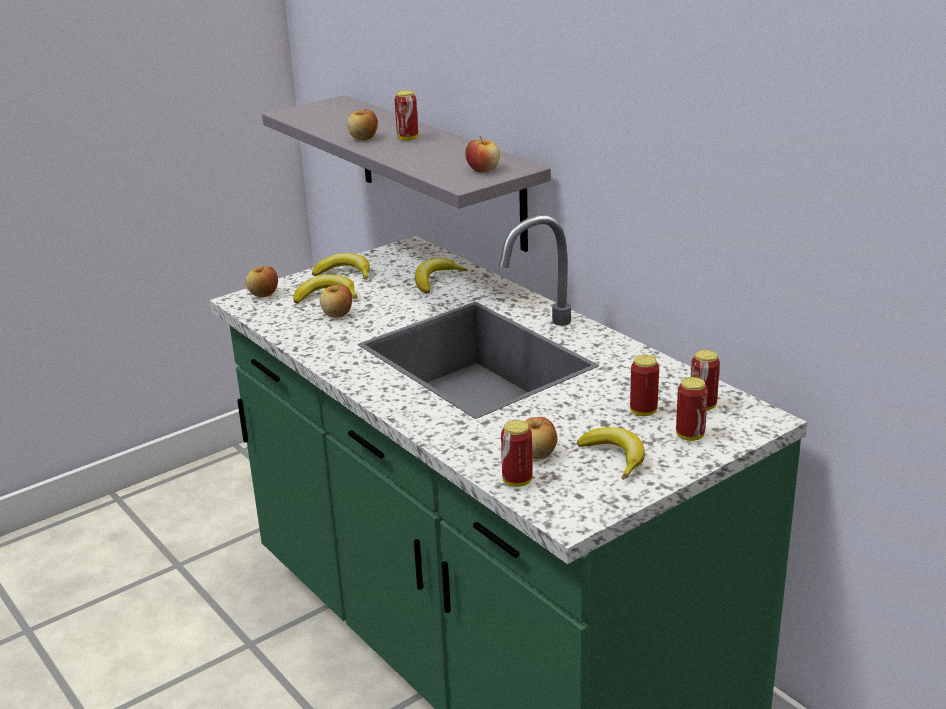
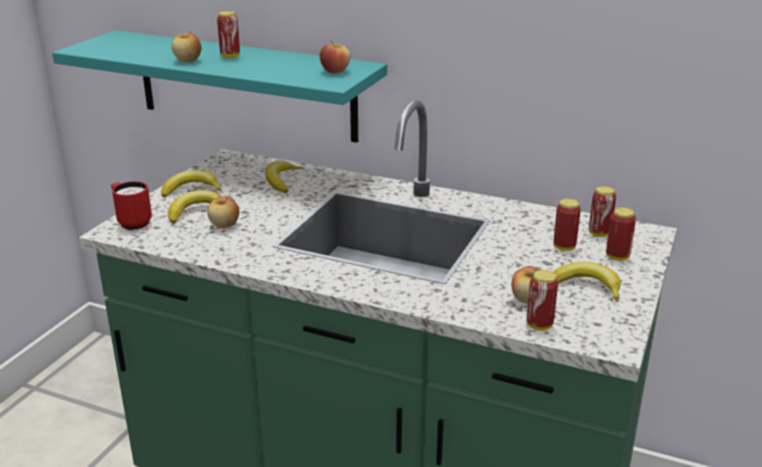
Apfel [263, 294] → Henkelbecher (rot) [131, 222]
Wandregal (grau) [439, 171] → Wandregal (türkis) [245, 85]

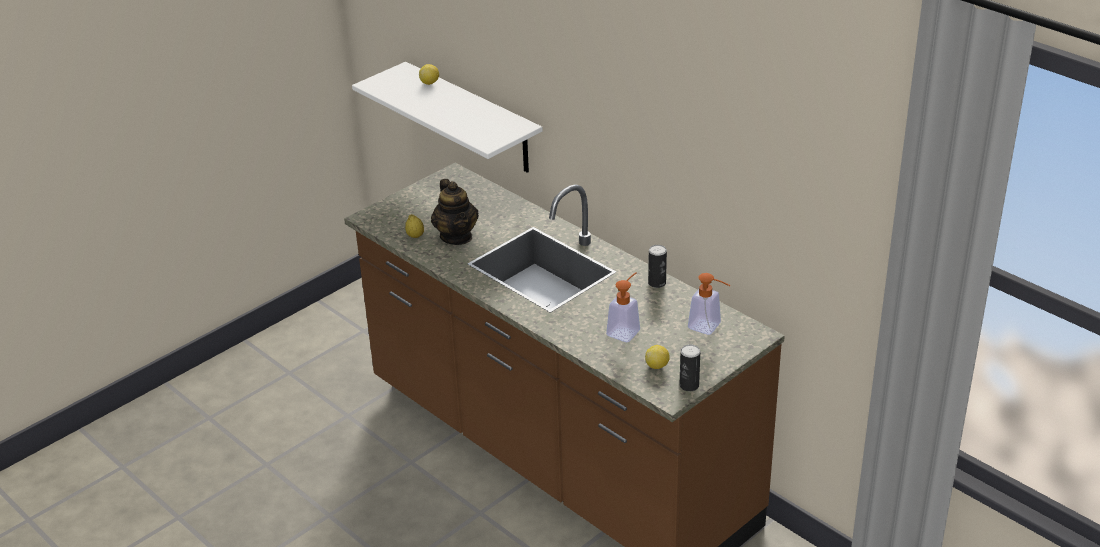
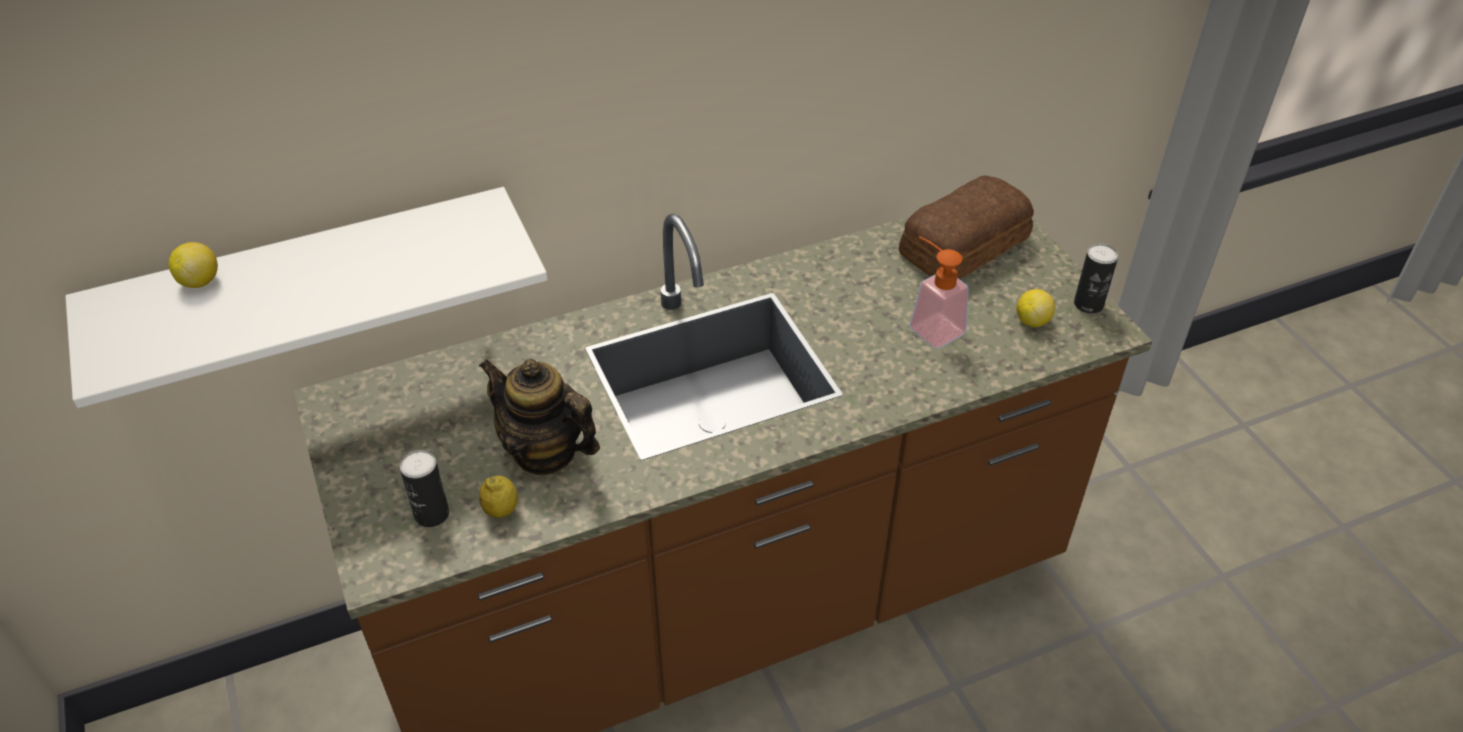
Dose [657, 283] → Dose [432, 514], shifted
Seifenspender [709, 327] → Brot [961, 246]
Teekanne [456, 236] → Teekanne [545, 451], 150 degrees counterclockwise

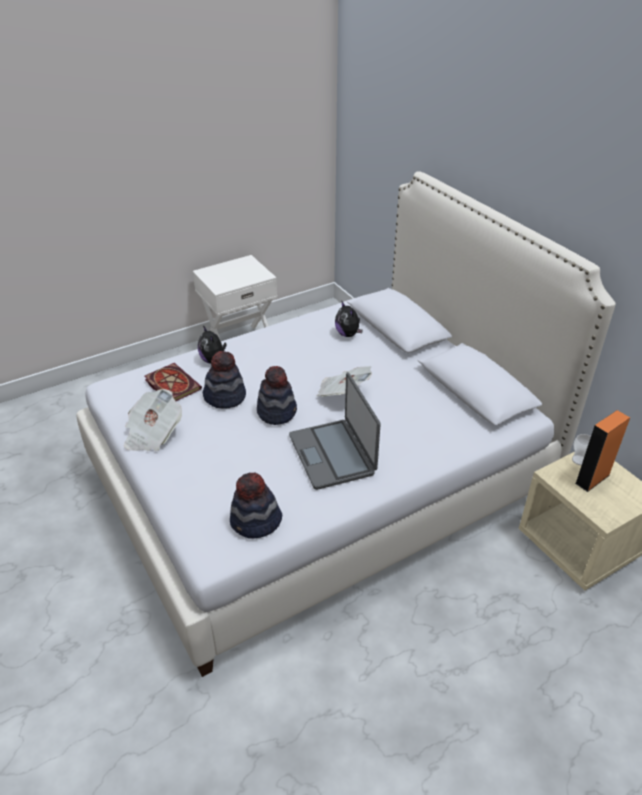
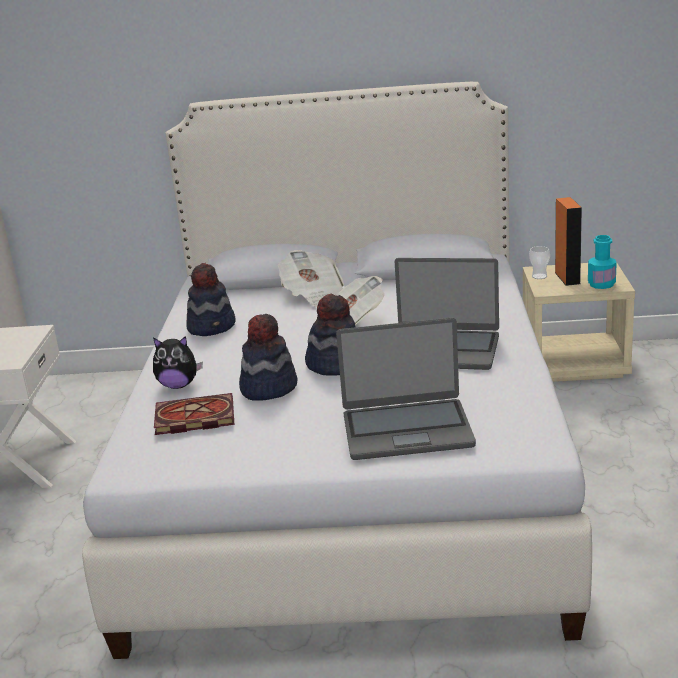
Plüschtier [348, 334] → -
- → Laptop [407, 430]
- → Flasche (türkis) [601, 284]
Zeitung [152, 434] → Zeitung [313, 295], shifted
Hut [256, 522] → Hut [212, 327], shifted

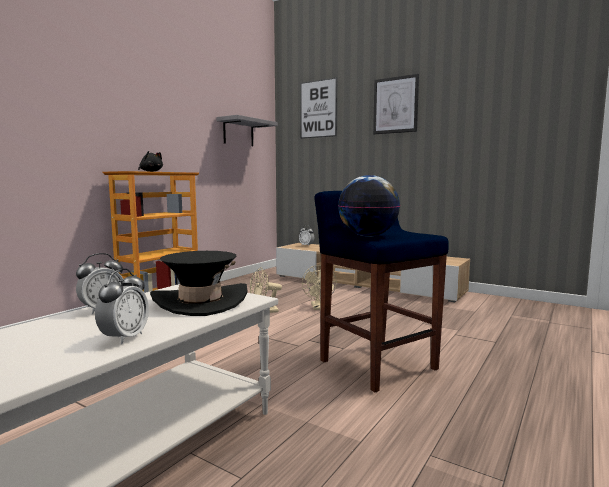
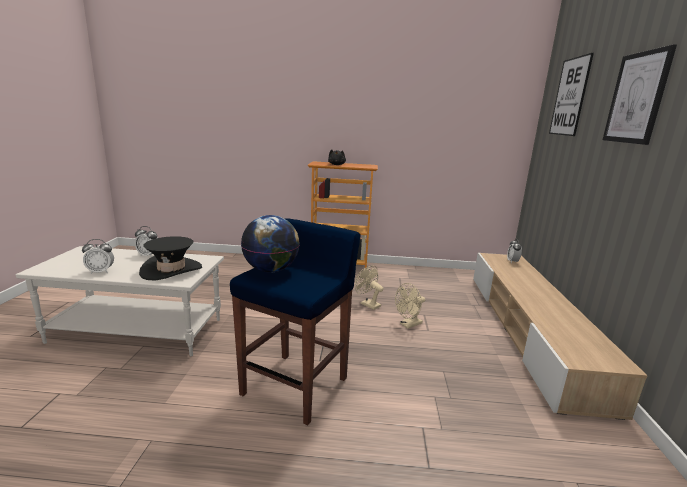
Wandregal (grau) [238, 132] → -

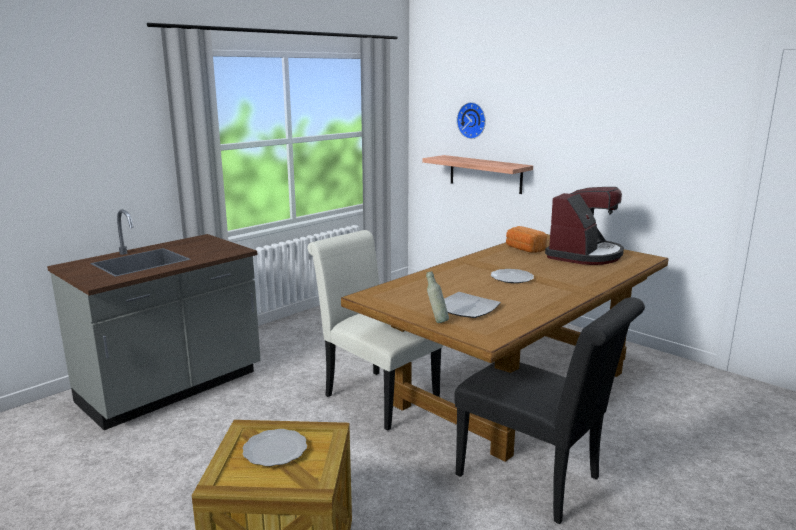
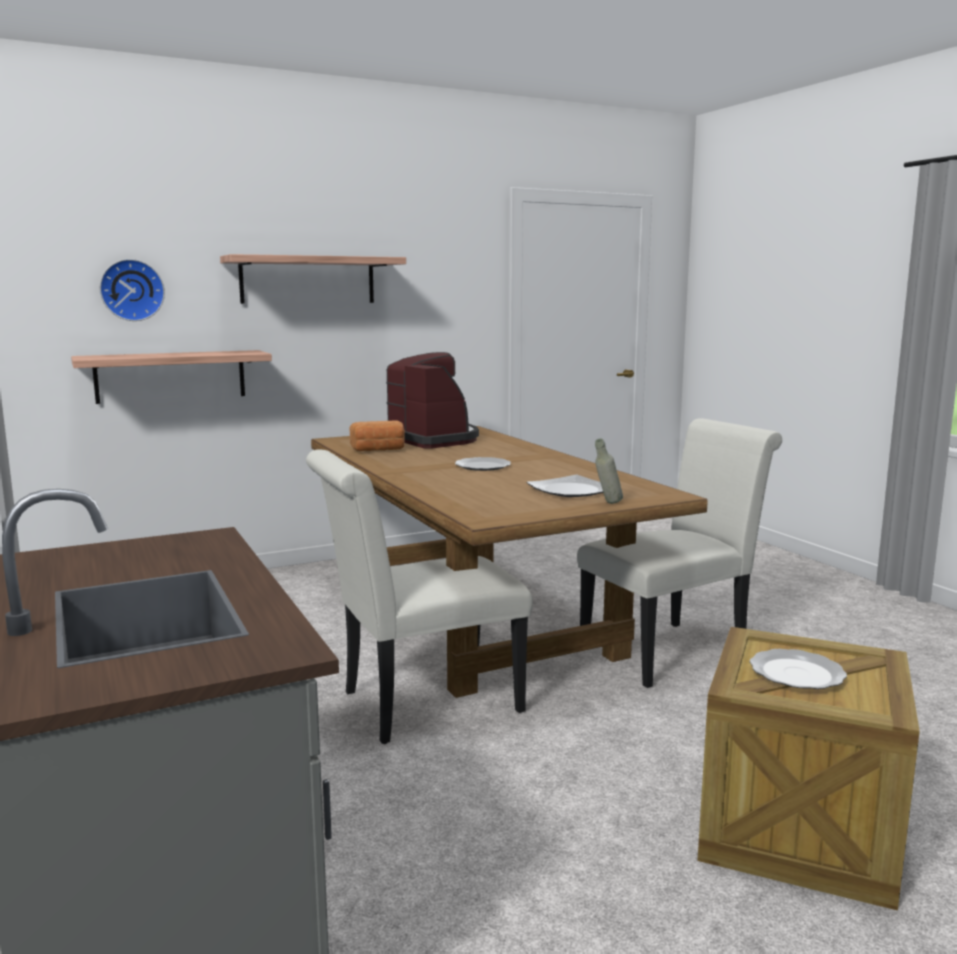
- → Wandregal [308, 280]
Stuhl (schwarz) [536, 480] → Stuhl (weiß) [671, 651]

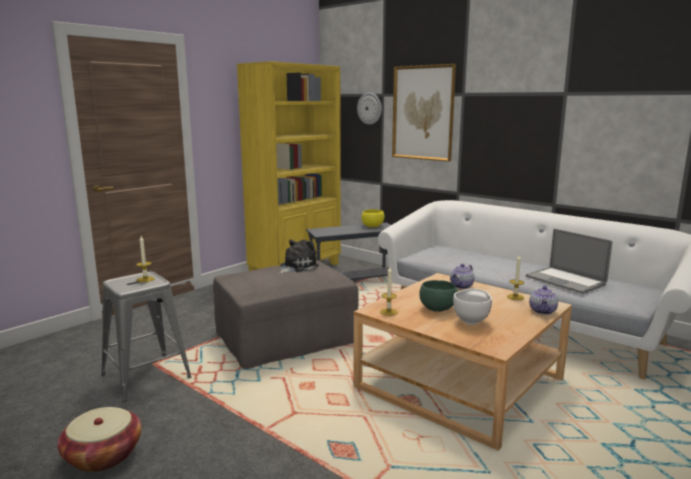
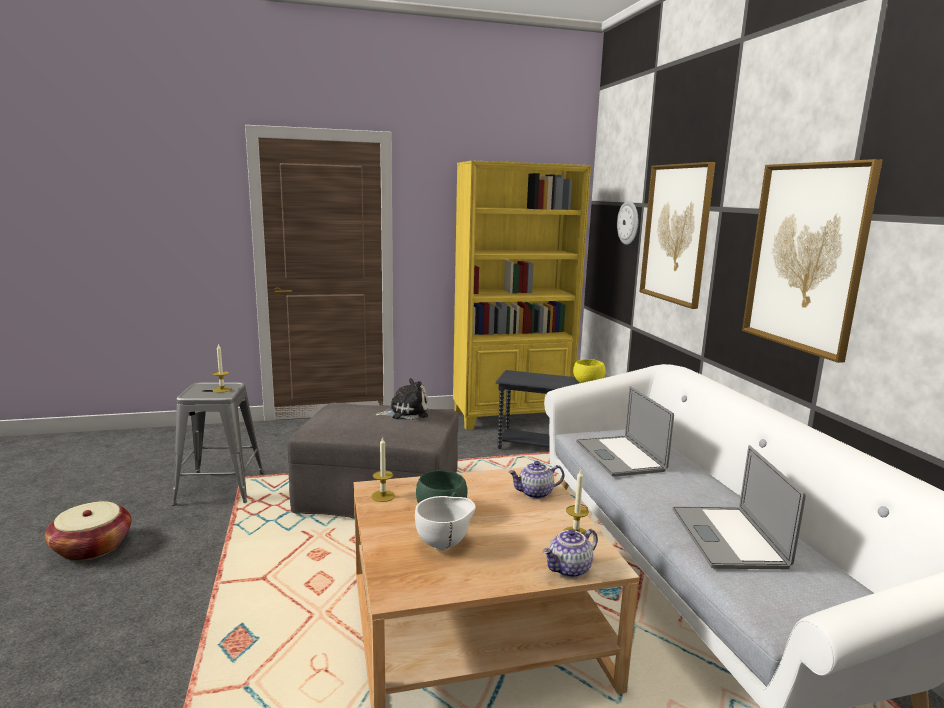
- → Laptop [619, 456]
- → Bild [806, 257]

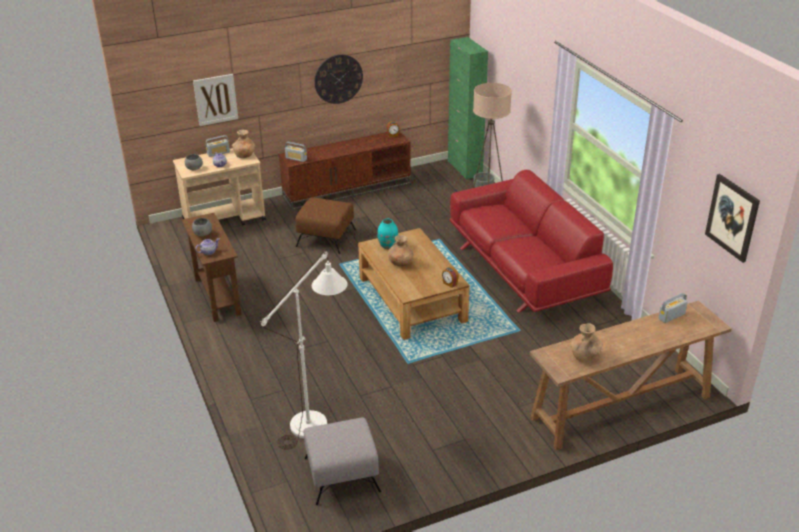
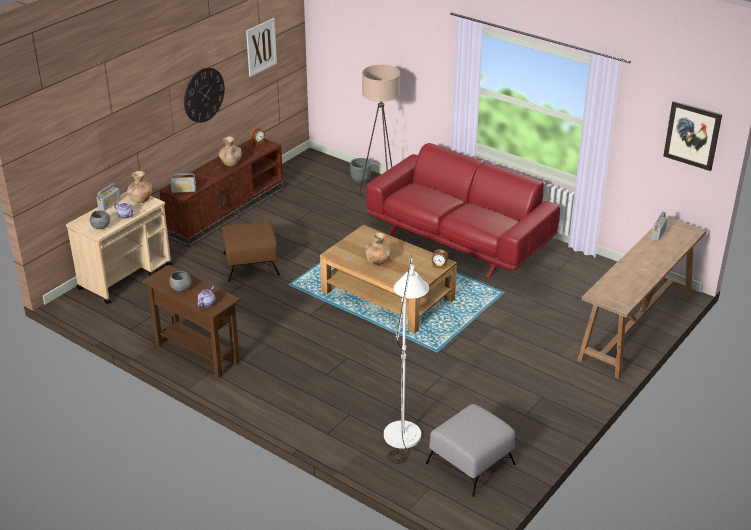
Vase (türkis) [388, 246] → -
Schrank (grün) [464, 168] → -
Bild [215, 99] → Bild [261, 47], shifted
Vase (braun) [584, 356] → Vase (braun) [231, 163], shifted

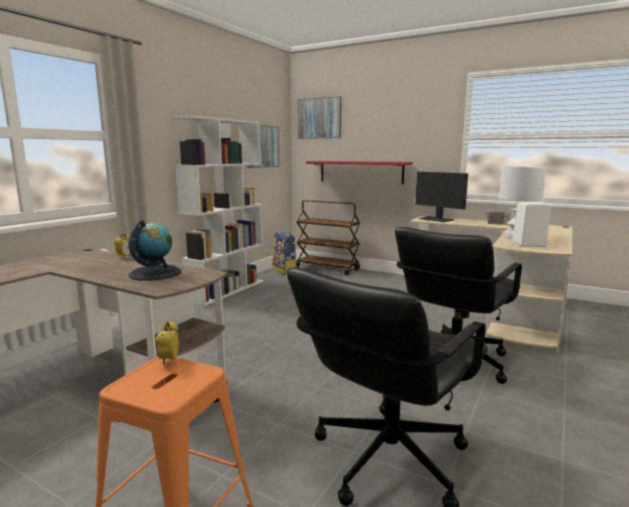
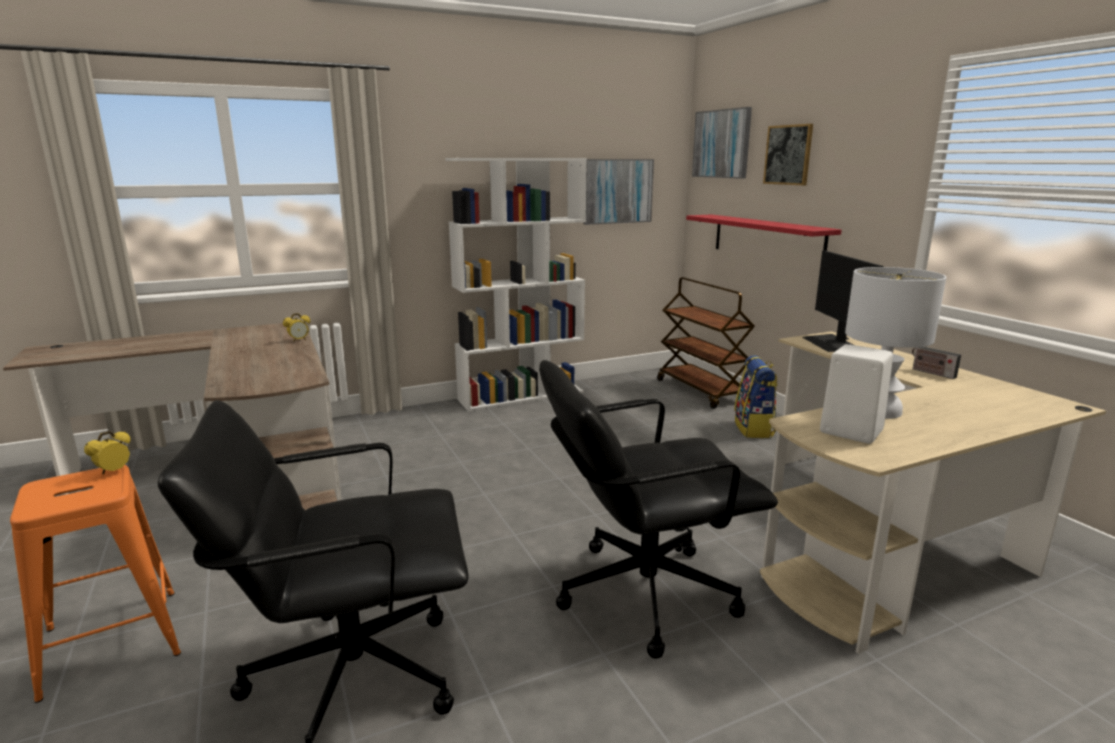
Globus [155, 273] → -
- → Bild [788, 155]
Rucksack [285, 271] → Rucksack [754, 429], shifted

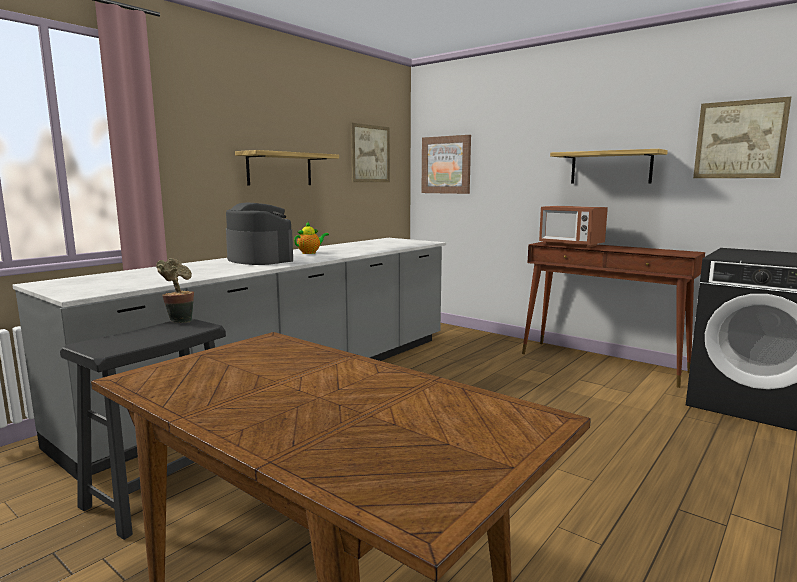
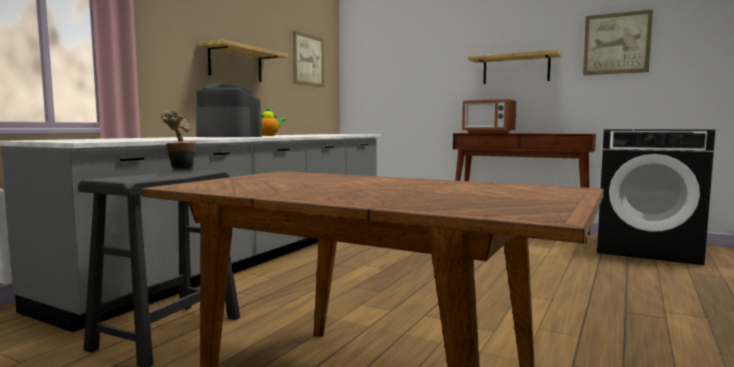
Bild [446, 165] → -

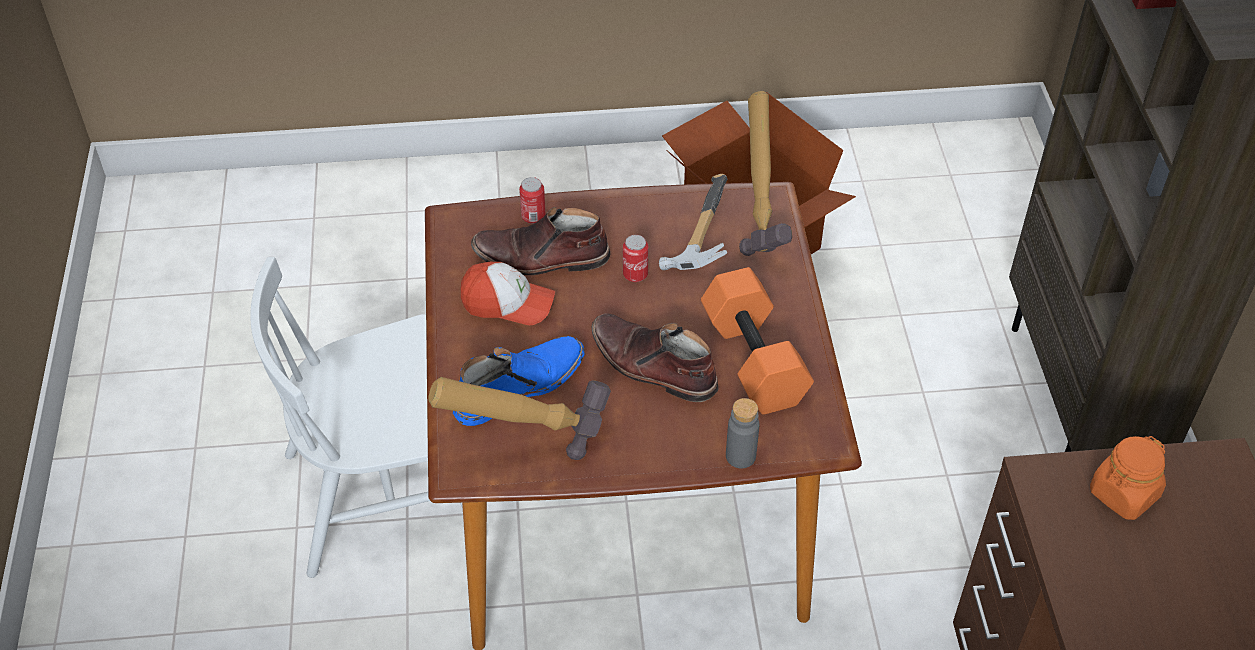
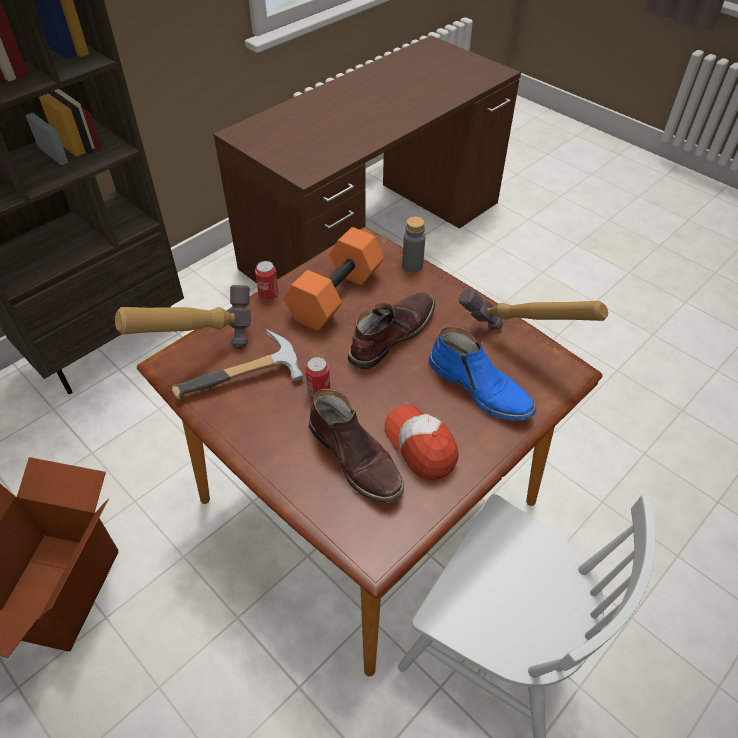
Vorratsglas (orange) [1123, 494] → -
Dose [533, 216] → Dose [268, 294], shifted
Stiefel (blau) [518, 386] → Stiefel (blau) [480, 388], 150 degrees counterclockwise
Stiefel (braun) [652, 366] → Stiefel (braun) [390, 335], 135 degrees counterclockwise

